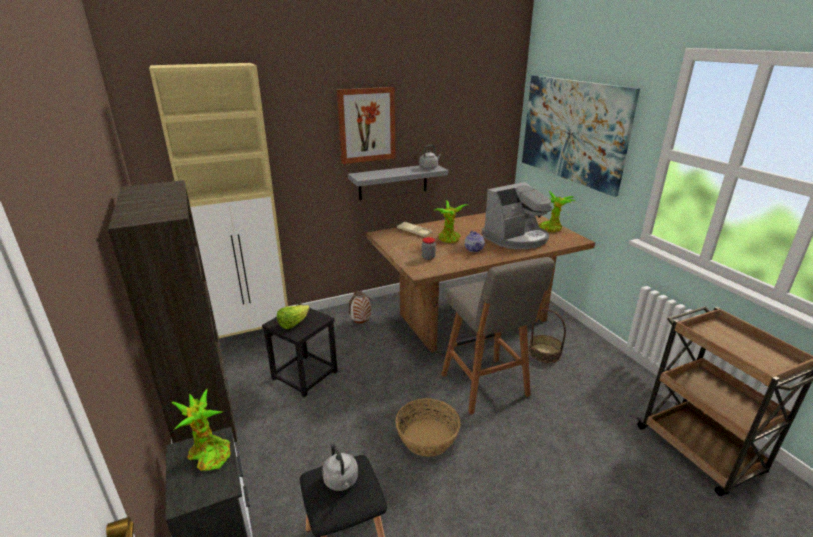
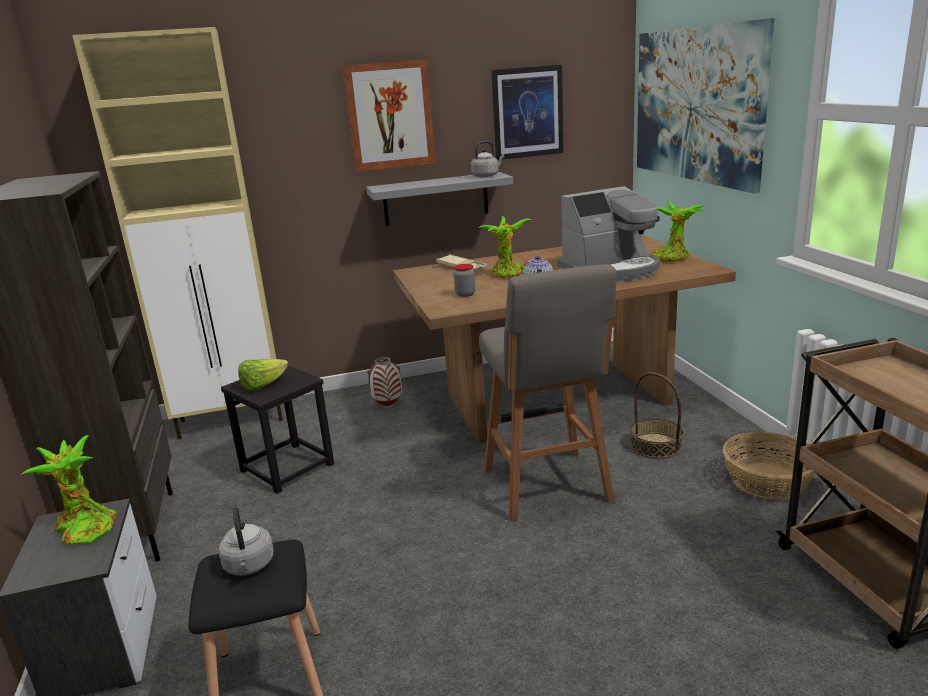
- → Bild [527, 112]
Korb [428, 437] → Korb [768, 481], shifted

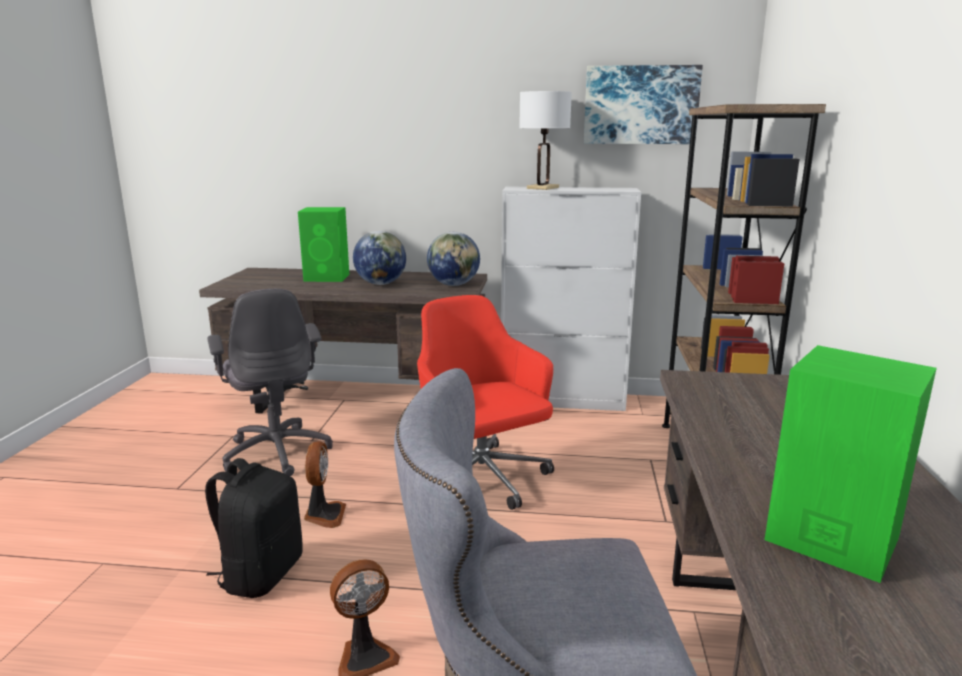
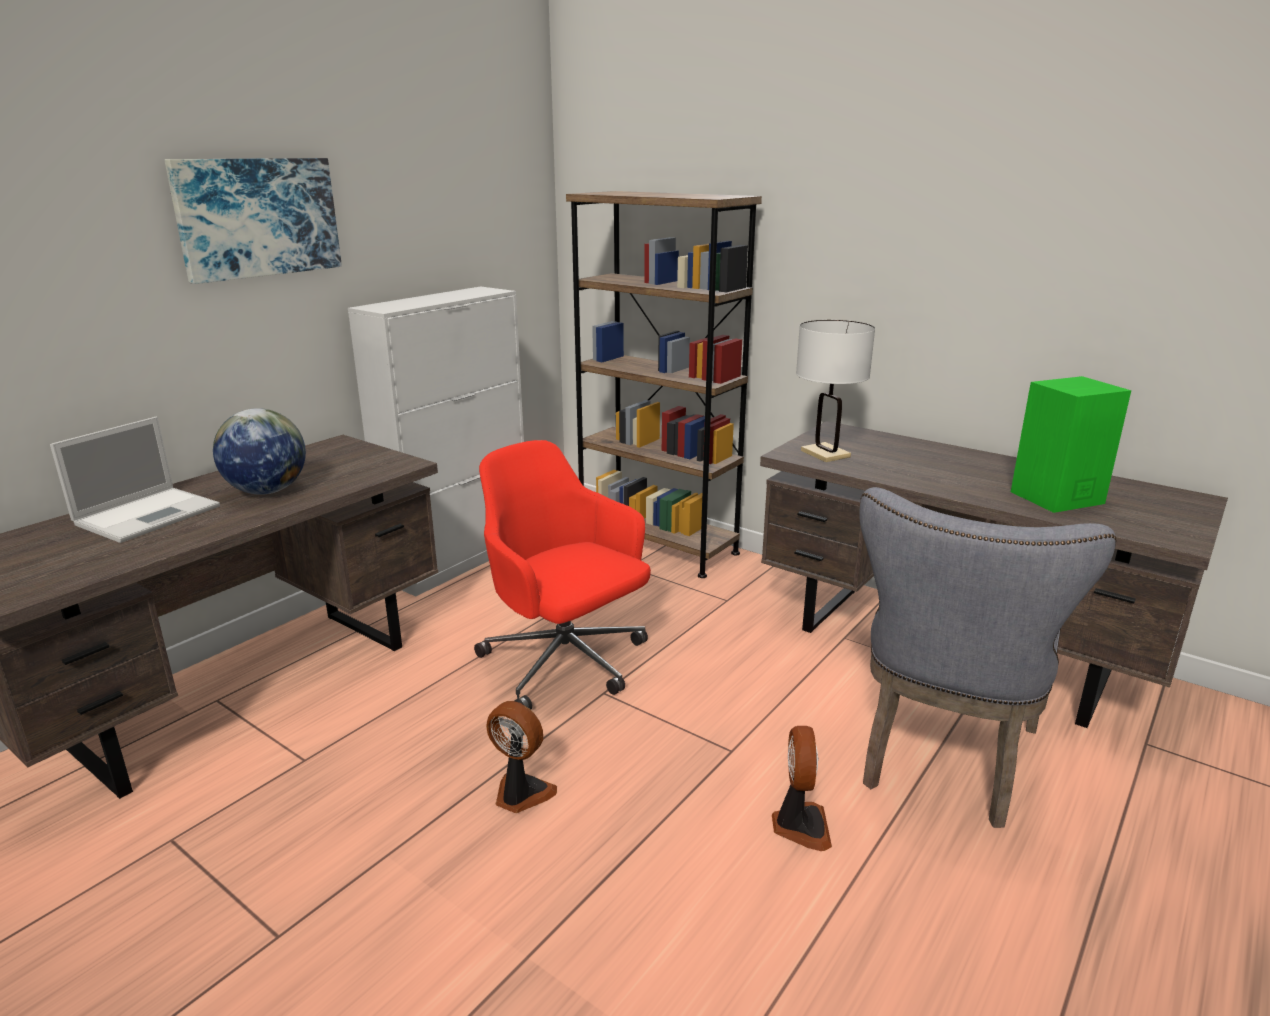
Rucksack (schwarz) [260, 573] → -
Bürostuhl (grau) [277, 452] → -
Globus [454, 285] → -
Tischlampe (weiß) [543, 188] → Tischlampe (weiß) [825, 454], shifted
Bild [640, 105] → Bild [257, 217], shifted
Lautsprecher (grün) [328, 277] → Laptop [150, 514]
Bürostuhl (rot) [481, 481] → Bürostuhl (rot) [566, 664], 45 degrees clockwise

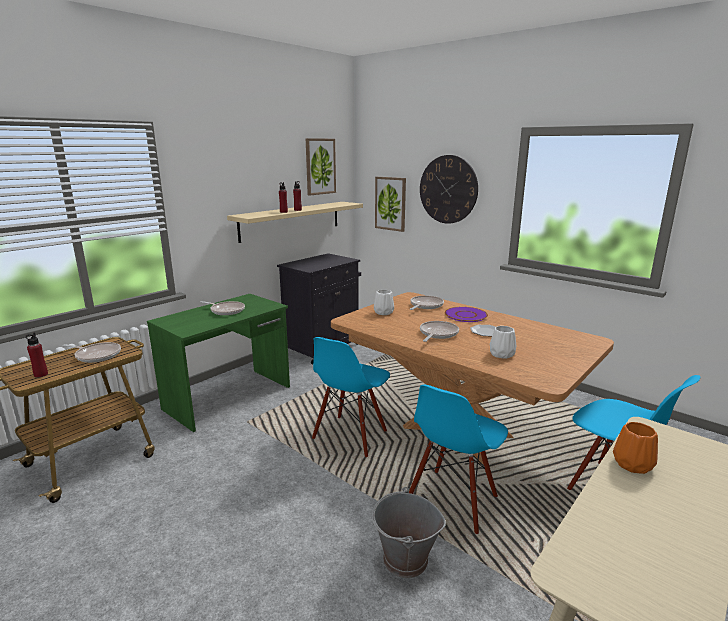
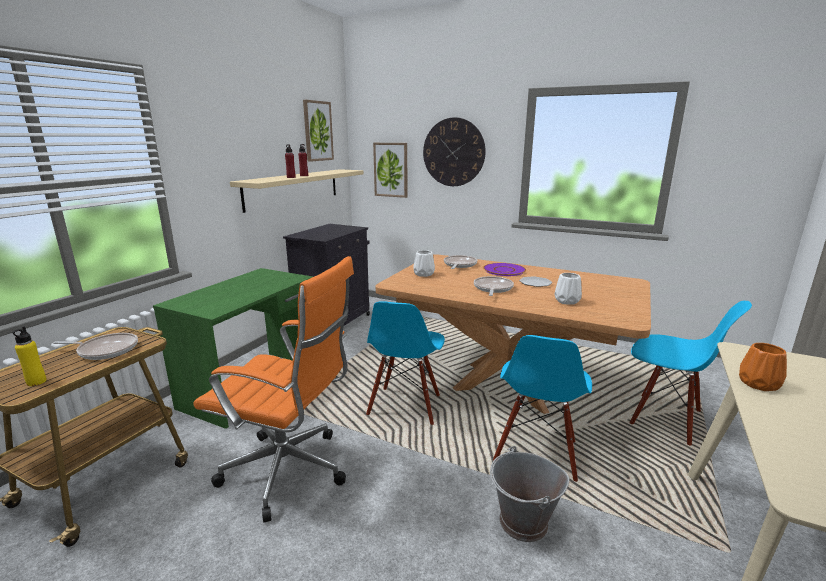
Pfanne [226, 310] → -
- → Bürostuhl (orange) [291, 472]
Flasche (rot) [41, 374] → Flasche (gelb) [36, 382]

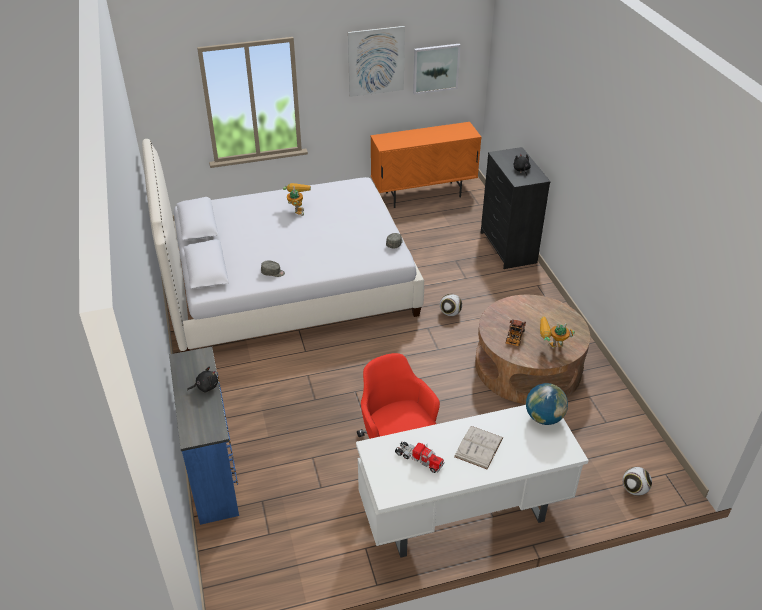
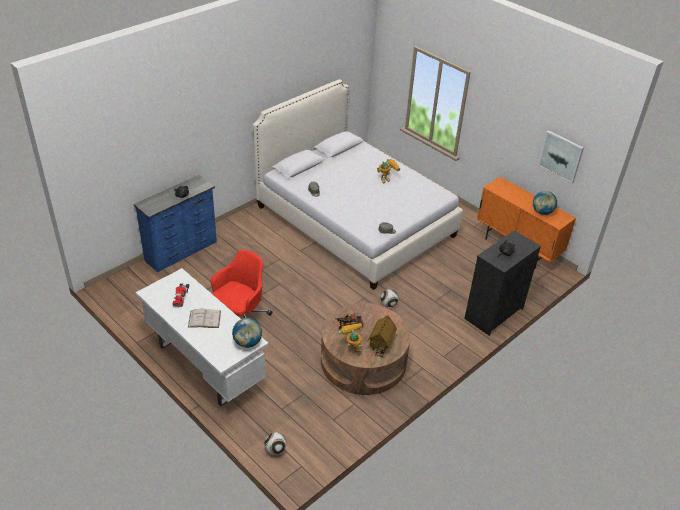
Bild [376, 61] → -
- → Spielzeughaus [381, 344]
- → Globus [542, 212]

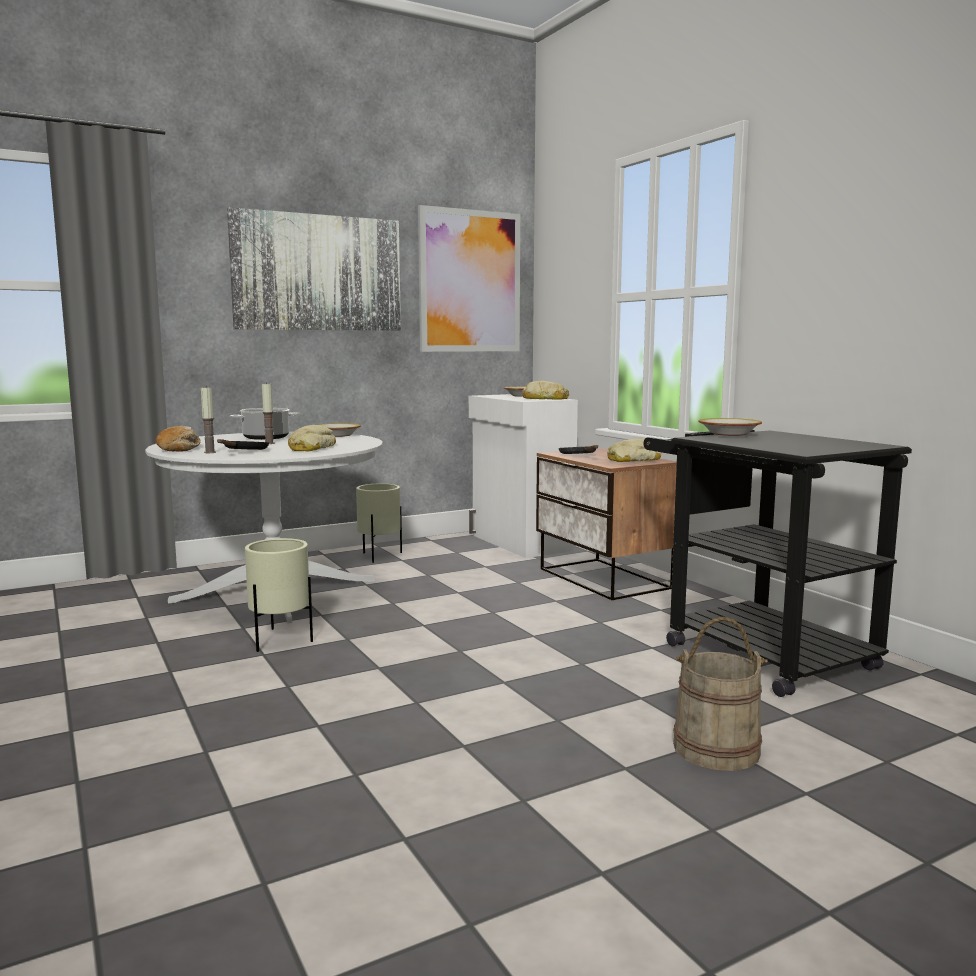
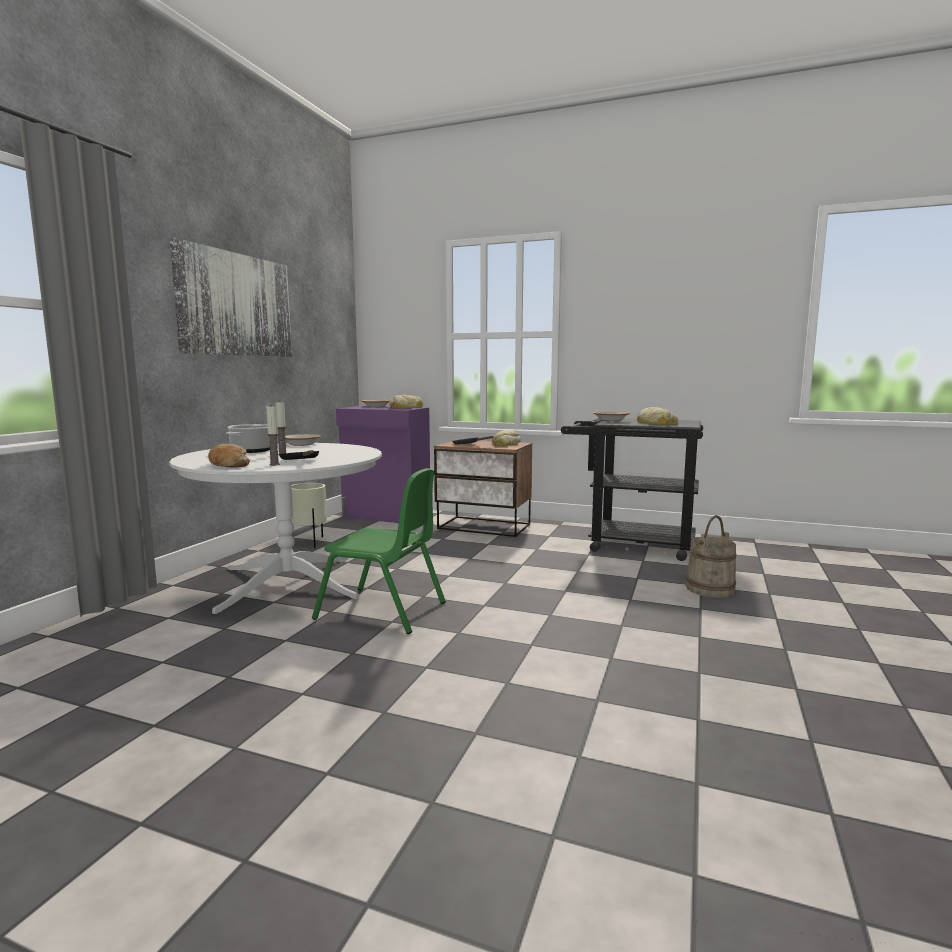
Bild [470, 281] → -
Brot [310, 448] → Brot [656, 423], shifted
Pflanzkübel (beige) [280, 641] → Stuhl (grün) [382, 610]
Schrank (weiß) [520, 543] → Schrank (lila) [386, 516]

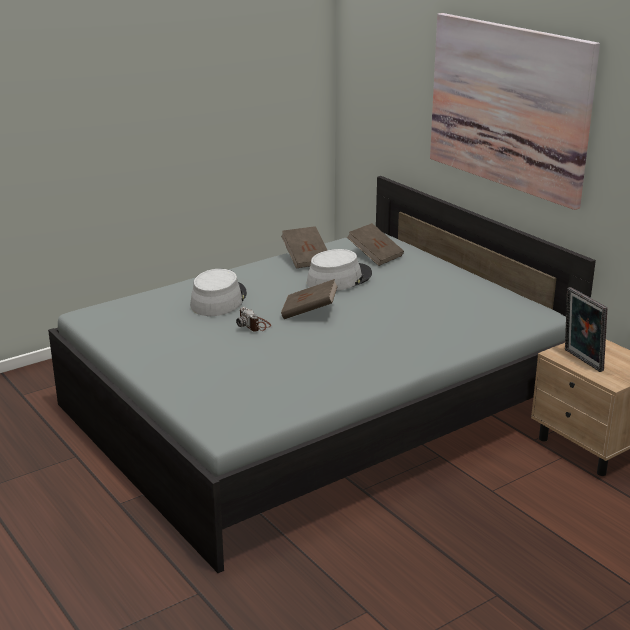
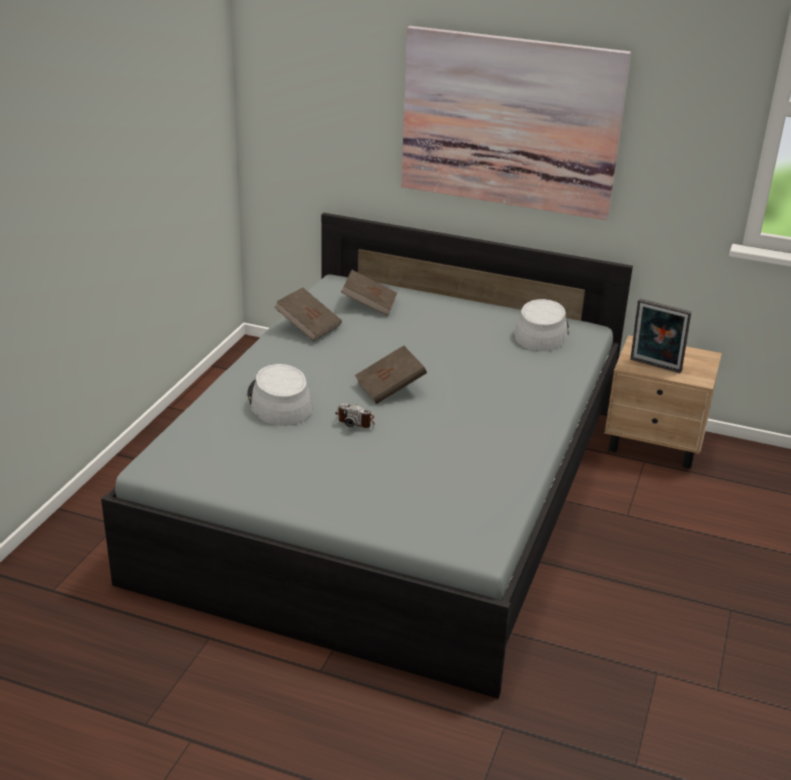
Hut (grau) [339, 278] → Hut (grau) [541, 332], shifted

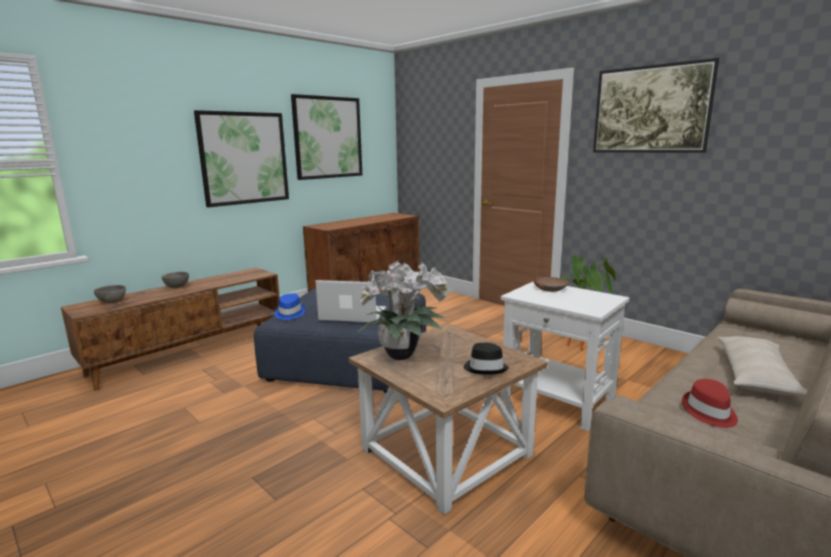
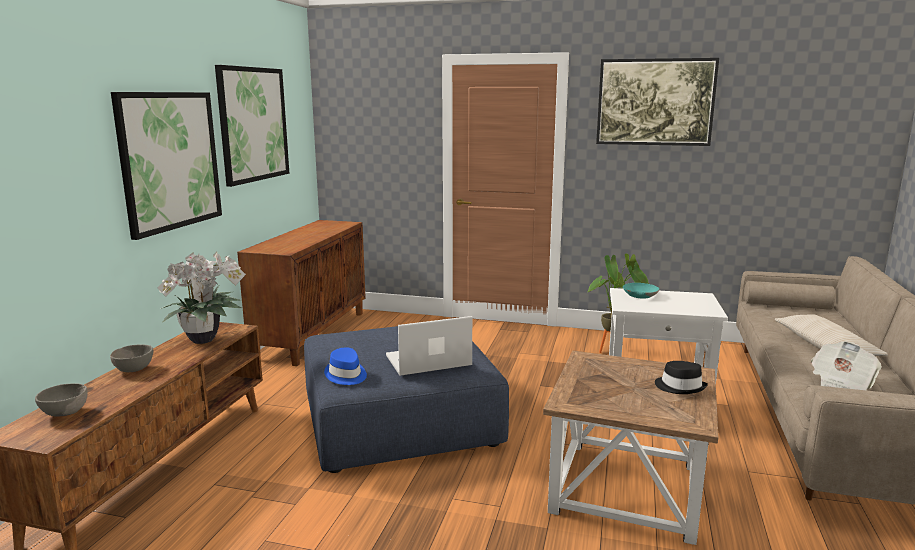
Topfpflanze [403, 356] → Topfpflanze [206, 340], shifted
Hut (rot) [709, 412] → Zeitung [840, 384]
Schüssel (braun) [549, 288] → Schüssel (türkis) [639, 295]

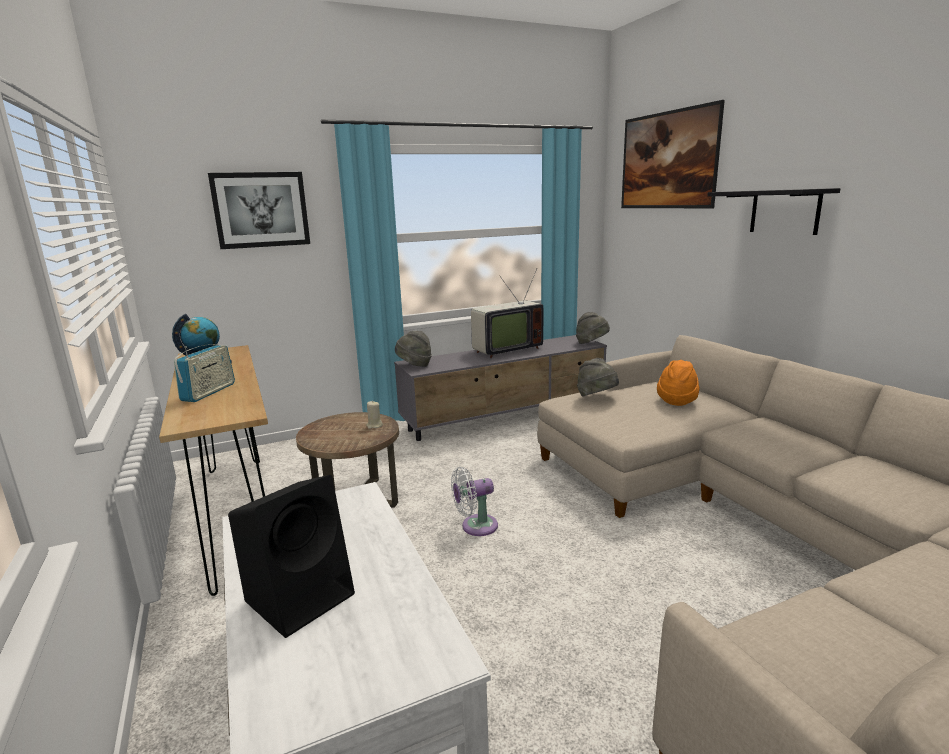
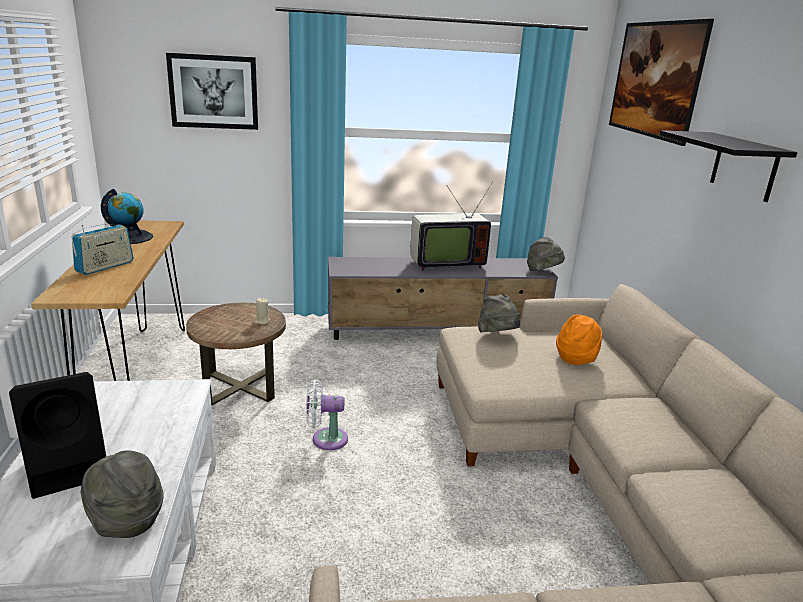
Hut (grau) [414, 365] → Hut (grau) [125, 520], shifted

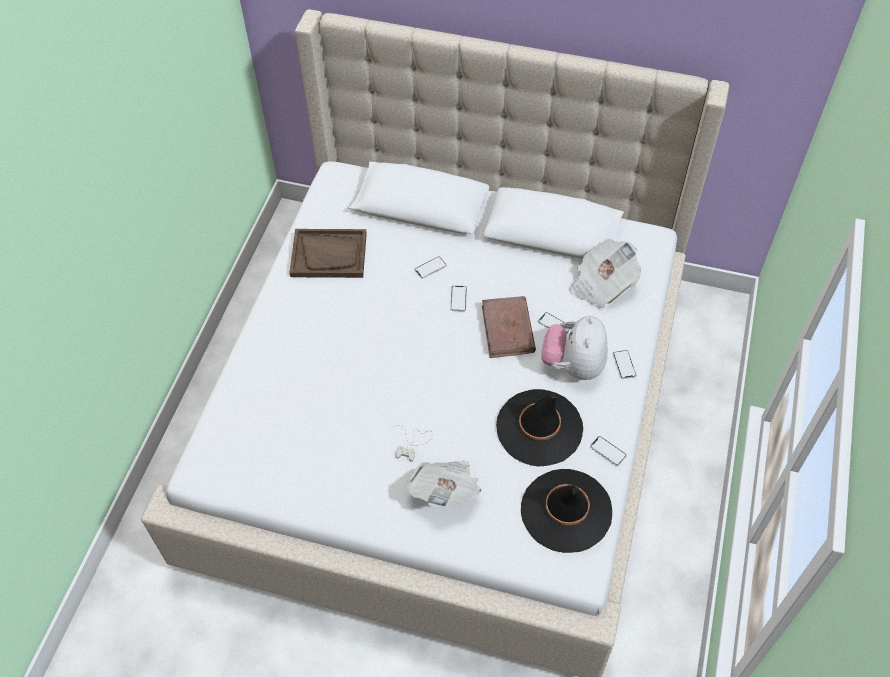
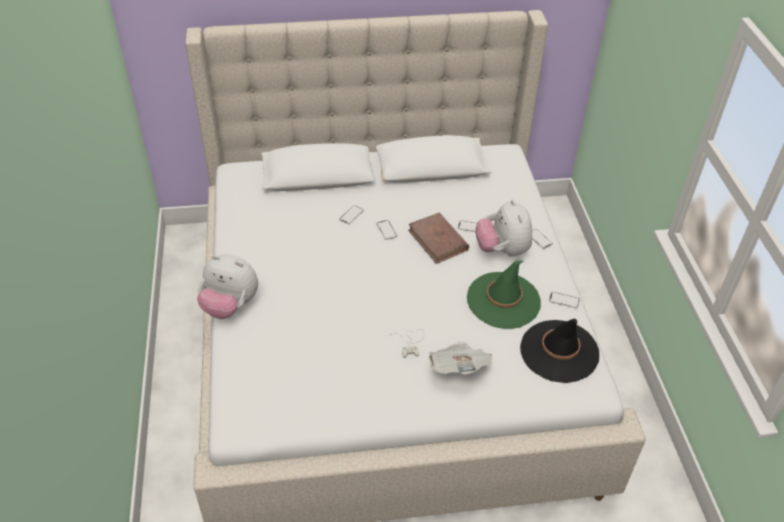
Tablett (braun) [329, 255] → -
Zeitung [602, 284] → -
- → Plüschtier [230, 306]
Hut (schwarz) [539, 428] → Hut (grün) [503, 300]

